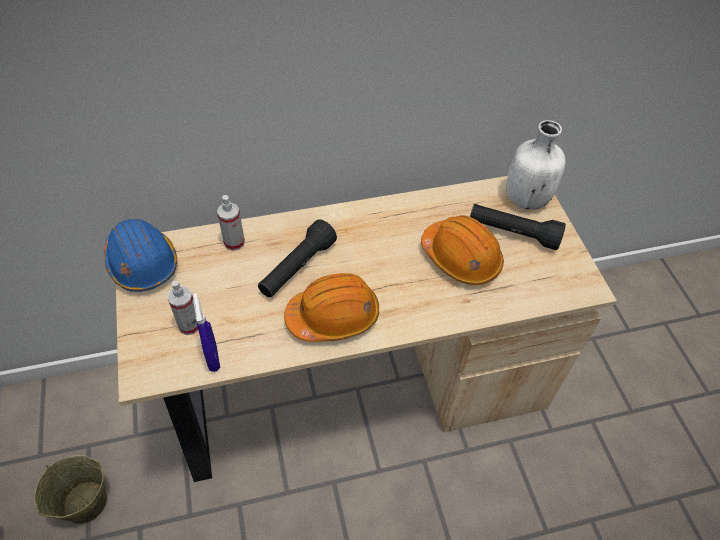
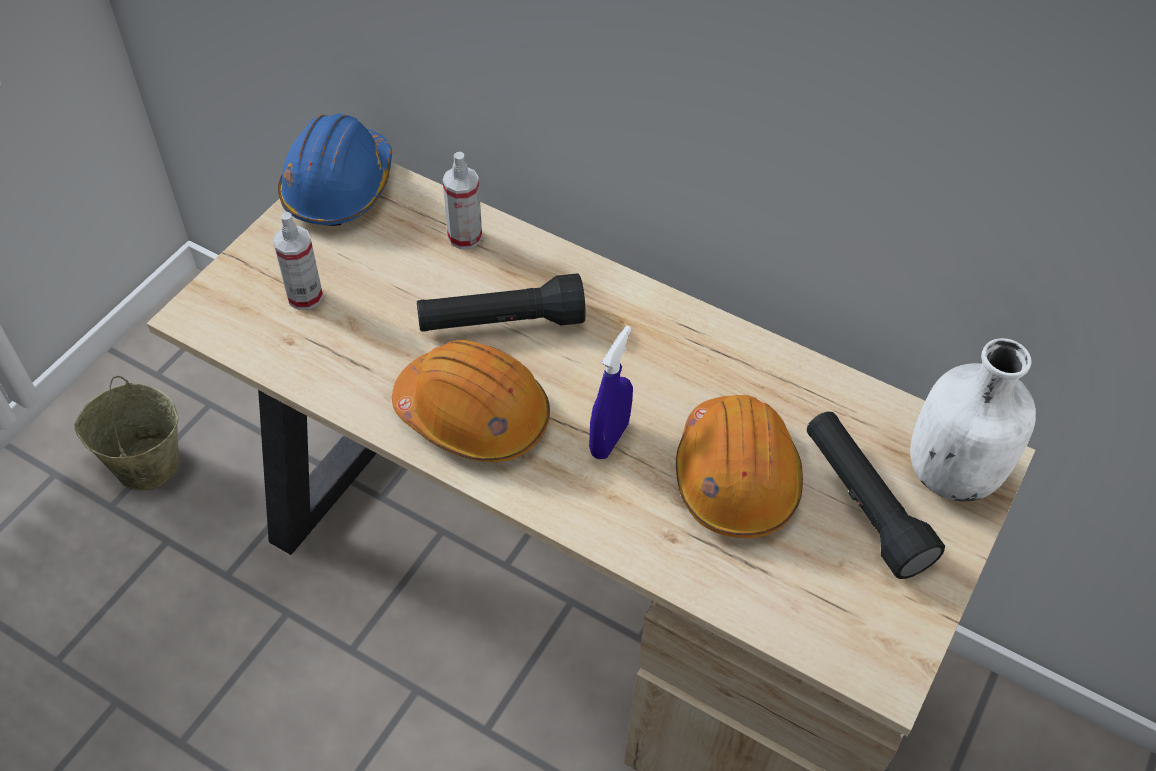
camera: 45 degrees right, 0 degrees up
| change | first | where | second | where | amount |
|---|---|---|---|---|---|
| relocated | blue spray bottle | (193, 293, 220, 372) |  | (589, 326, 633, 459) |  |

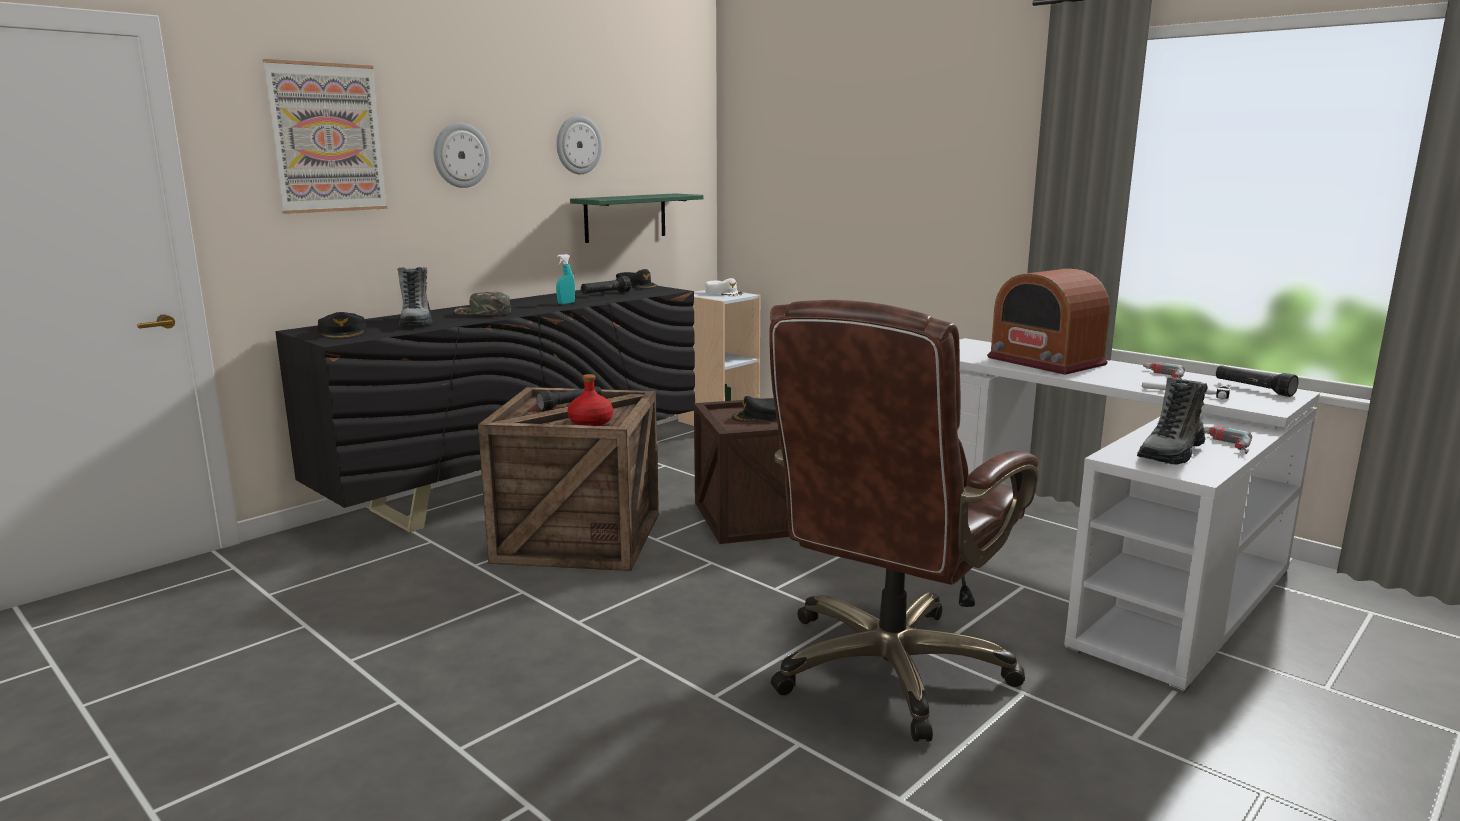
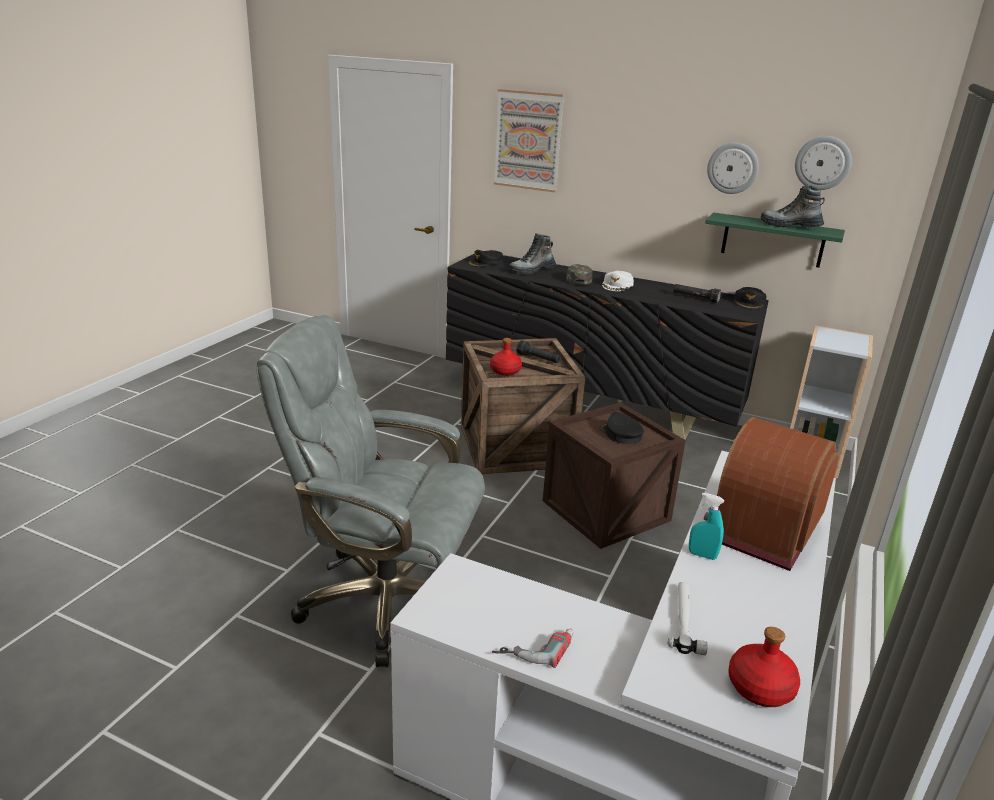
camera: 70 degrees right, 10 degrees up
| change | first | where | second | where | amount |
|---|---|---|---|---|---|
| relocated | wall clock | (434, 123, 490, 188) |  | (795, 136, 852, 190) |  |
| relocated | turquoise spray bottle | (556, 254, 575, 304) |  | (689, 493, 724, 560) |  |
| relocated | white cap | (705, 278, 743, 296) |  | (602, 271, 634, 291) |  |
| colour | brown office chair | (769, 300, 1039, 742) | grey office chair | (257, 315, 485, 667) |  |
| missing | power drill | (1143, 362, 1185, 379) |  |  |  |
| exchanged | black flashlight | (1216, 365, 1299, 397) | red bottle | (728, 627, 800, 707) |  |
| relocated | boot | (1137, 377, 1208, 464) |  | (761, 185, 825, 227) |  |

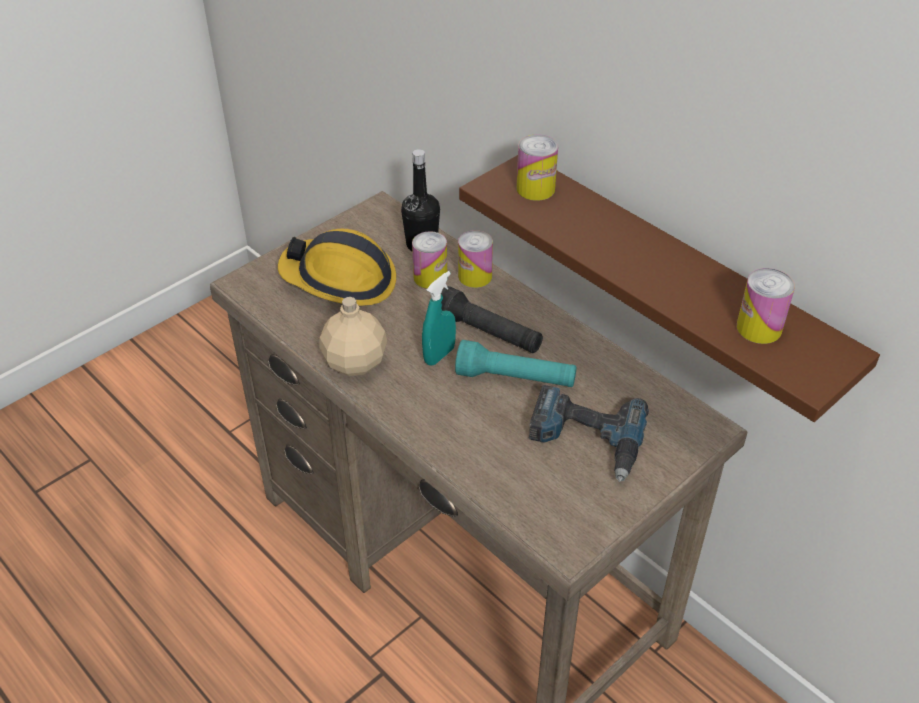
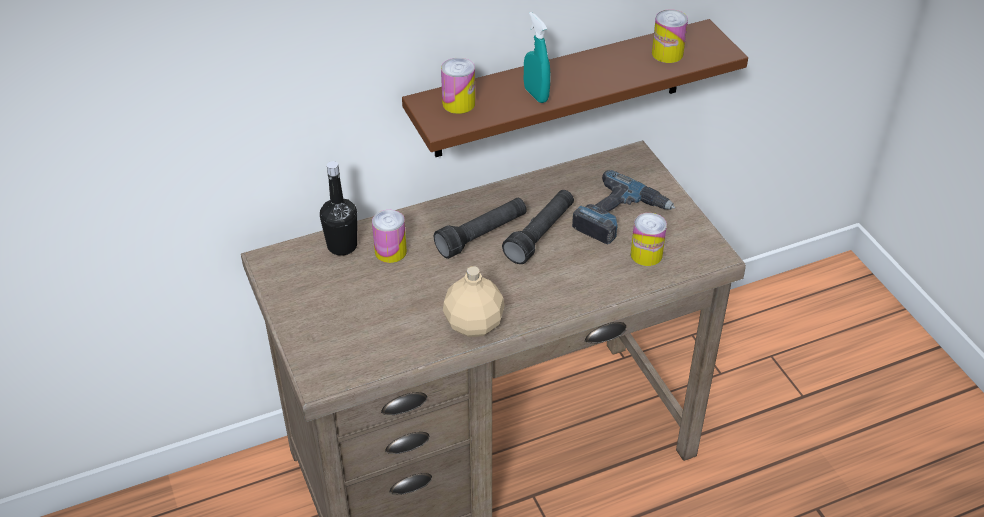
camera: 70 degrees left, 0 degrees up
| change | first | where | second | where | amount |
|---|---|---|---|---|---|
| missing | hard hat | (278, 229, 396, 306) |  |  |  |
| relocated | can | (458, 230, 493, 288) |  | (631, 213, 667, 266) |  |
| relocated | turquoise spray bottle | (422, 271, 456, 366) |  | (524, 12, 550, 103) |  |
| colour | turquoise flashlight | (455, 340, 577, 387) | black flashlight | (502, 190, 574, 264) |  |

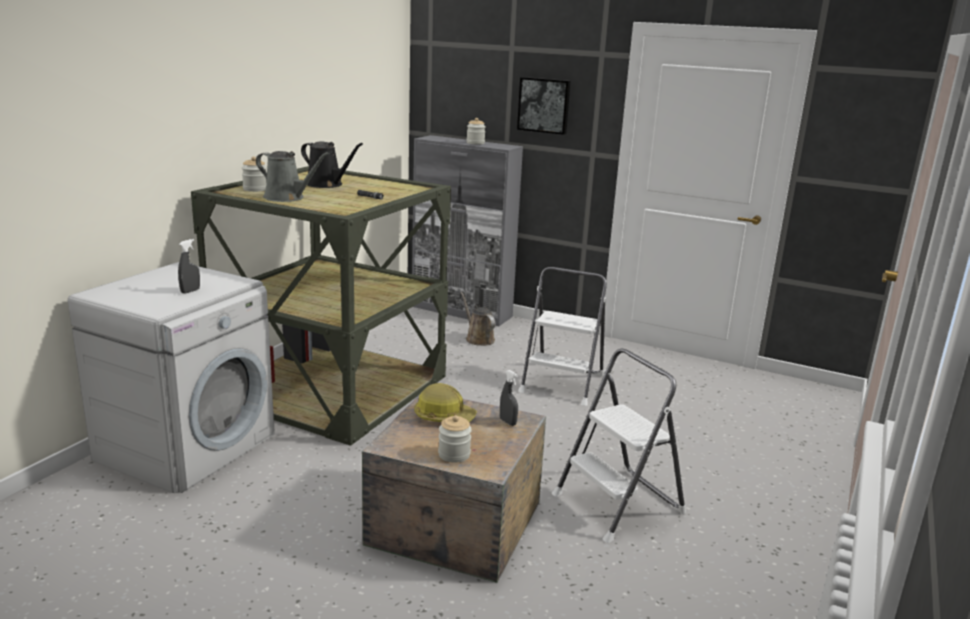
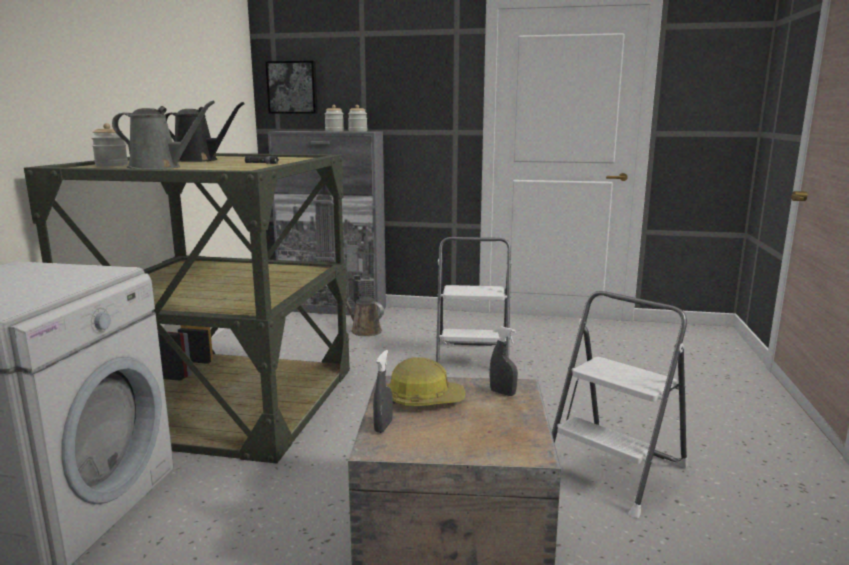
camera: 15 degrees left, 5 degrees down
| change | first | where | second | where | amount |
|---|---|---|---|---|---|
| relocated | picture | (517, 77, 570, 135) |  | (265, 61, 318, 114) |  |
| relocated | grey spray bottle | (178, 239, 200, 294) |  | (373, 350, 393, 433) |  |
| relocated | jar | (438, 415, 472, 463) |  | (348, 105, 367, 132) |  |

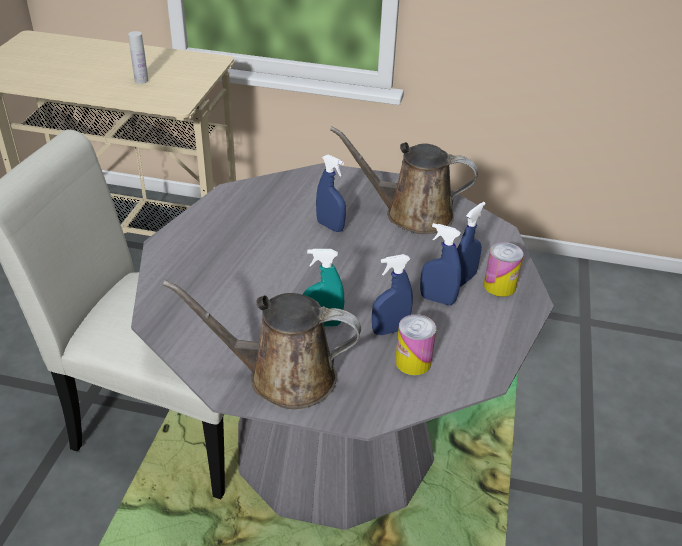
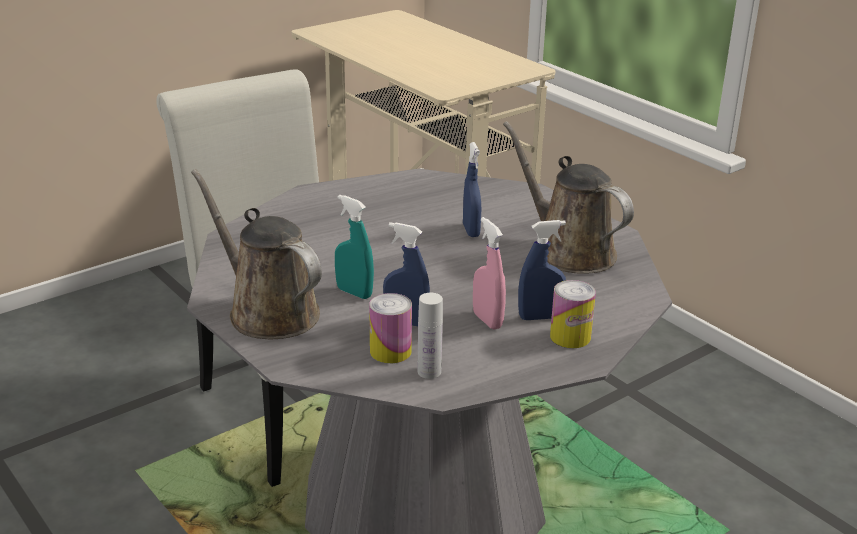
camera: 40 degrees right, 10 degrees down
| change | first | where | second | where | amount |
|---|---|---|---|---|---|
| relocated | white bottle | (128, 31, 148, 84) |  | (418, 293, 443, 379) |  |
| colour | blue spray bottle | (420, 223, 462, 305) | pink spray bottle | (473, 217, 506, 330) |  |

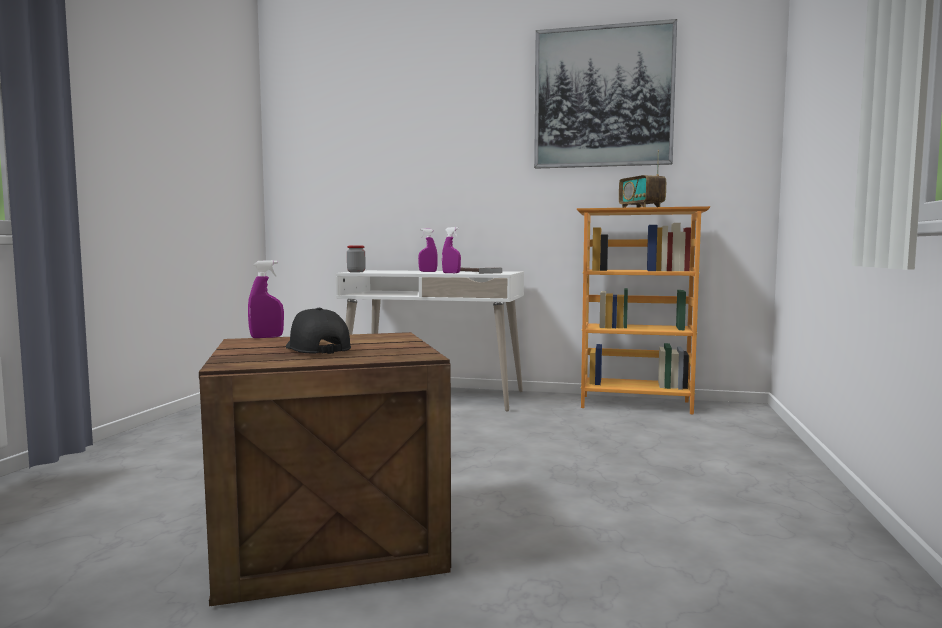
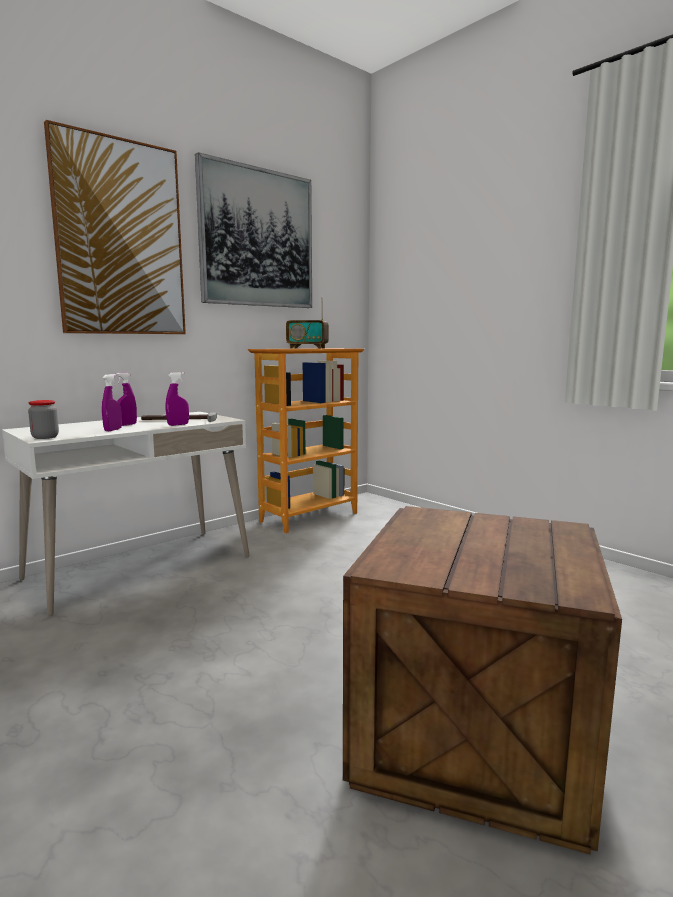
camera: 55 degrees left, 5 degrees up
| change | first | where | second | where | amount |
|---|---|---|---|---|---|
| relocated | purple spray bottle | (248, 260, 284, 338) |  | (102, 374, 122, 431) |  |
| missing | black cap | (286, 308, 351, 354) |  |  |  |
| appeared |  |  | picture | (44, 120, 186, 334) |  |

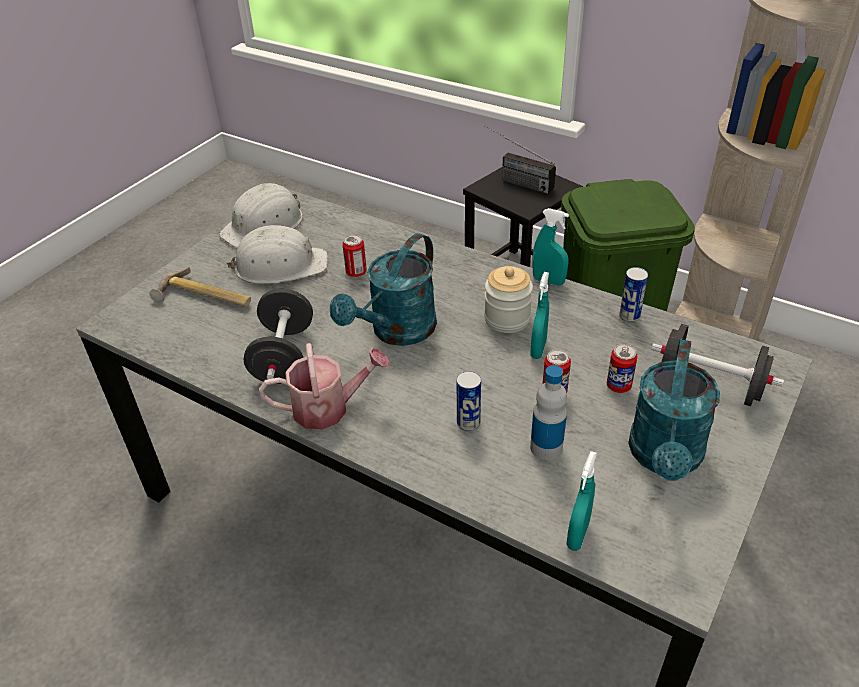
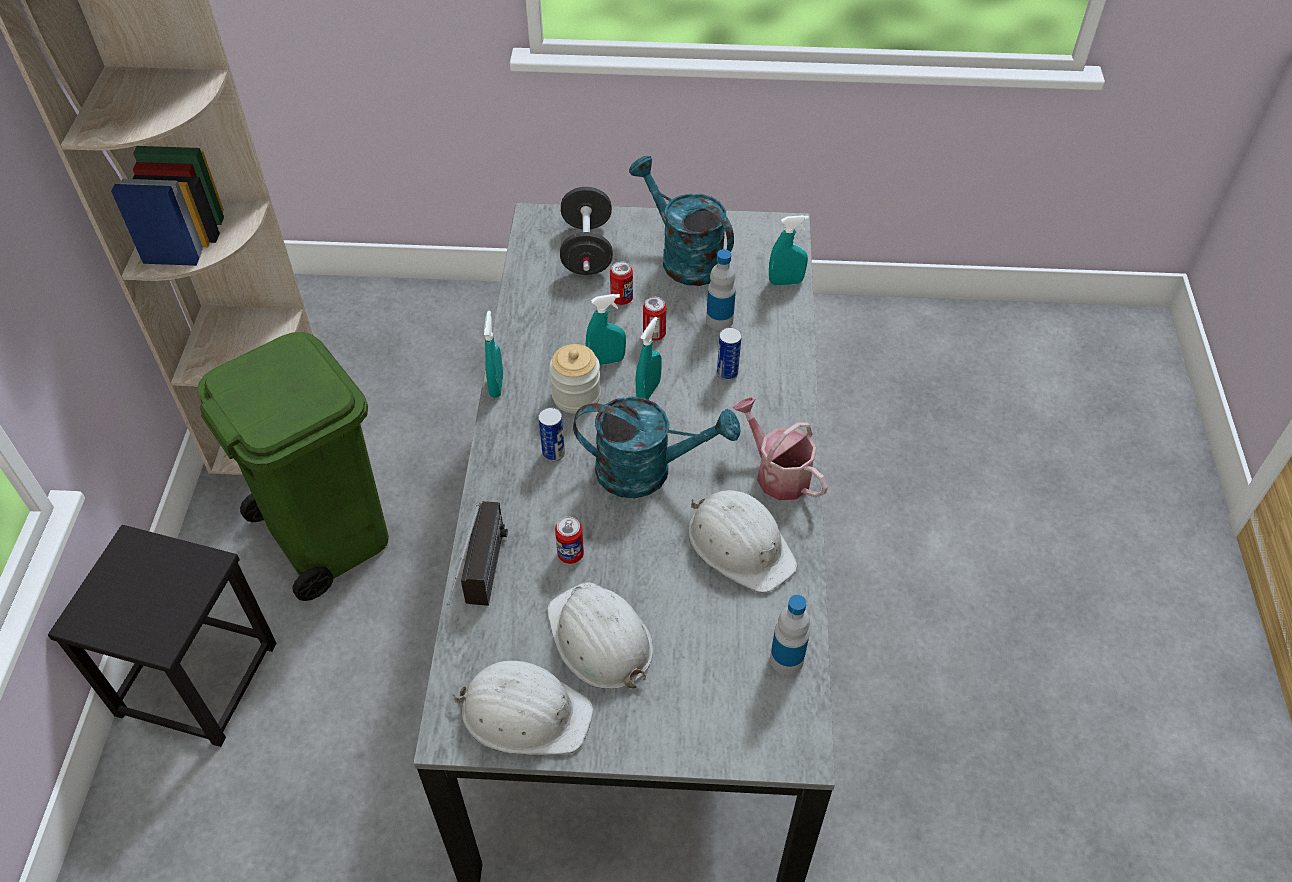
camera: 120 degrees left, 10 degrees up
| change | first | where | second | where | amount |
|---|---|---|---|---|---|
| relocated | radio | (484, 125, 556, 194) |  | (447, 501, 508, 606) |  |
| missing | hammer | (149, 267, 251, 307) |  |  |  |
| relocated | can | (619, 267, 648, 323) |  | (538, 407, 565, 462) |  |
| exchanged | black dumbbell | (244, 289, 313, 384) | white hard hat | (688, 490, 797, 593) |  |
| spun | turquoise watering can | (628, 339, 720, 481) |  | (629, 156, 734, 286) | 120 degrees counterclockwise |
| appeared |  |  | turquoise spray bottle | (636, 317, 662, 400) |  |
| appeared |  |  | bottle | (770, 595, 810, 675) |  |

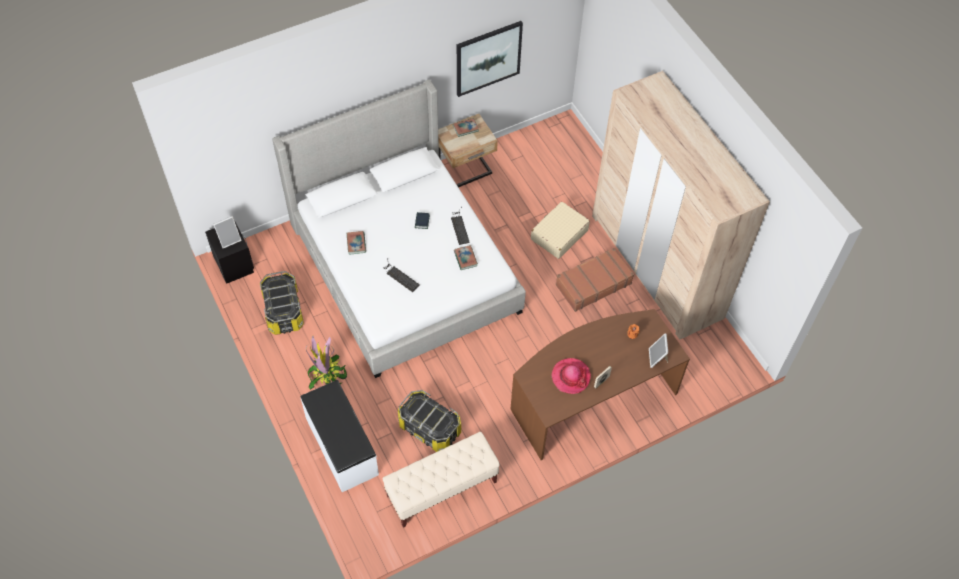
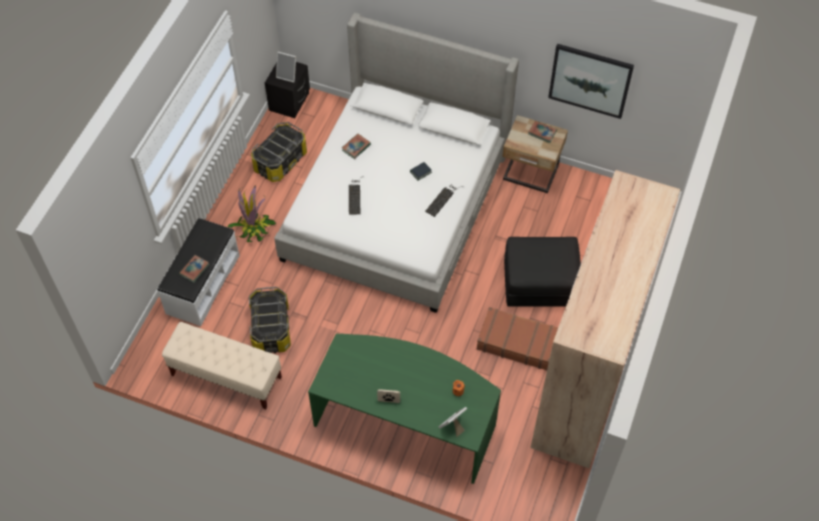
camera: 50 degrees right, 0 degrees up
| change | first | where | second | where | amount |
|---|---|---|---|---|---|
| exchanged | beige suitcase | (531, 202, 590, 259) | black ottoman | (504, 237, 581, 307) |  |
| relocated | book | (454, 245, 478, 270) |  | (179, 255, 209, 283) |  |
| colour | brown desk | (510, 309, 690, 460) | green desk | (308, 334, 501, 484) |  |
| missing | hat | (552, 358, 591, 394) |  |  |  |

